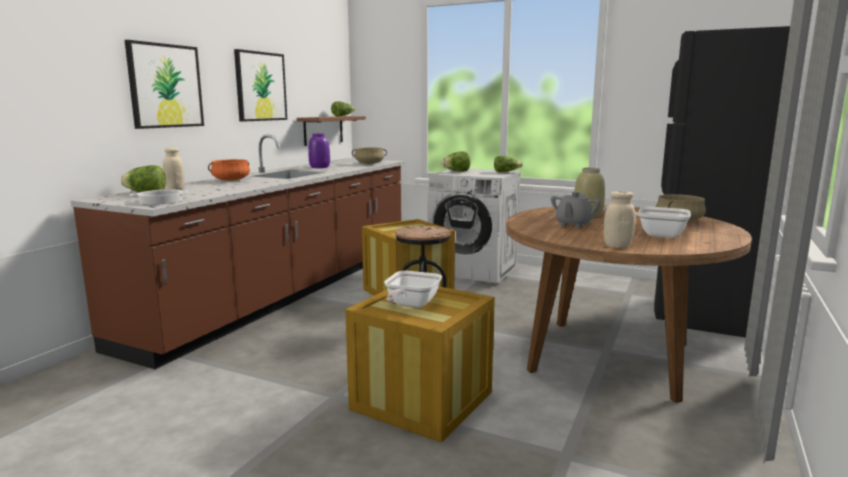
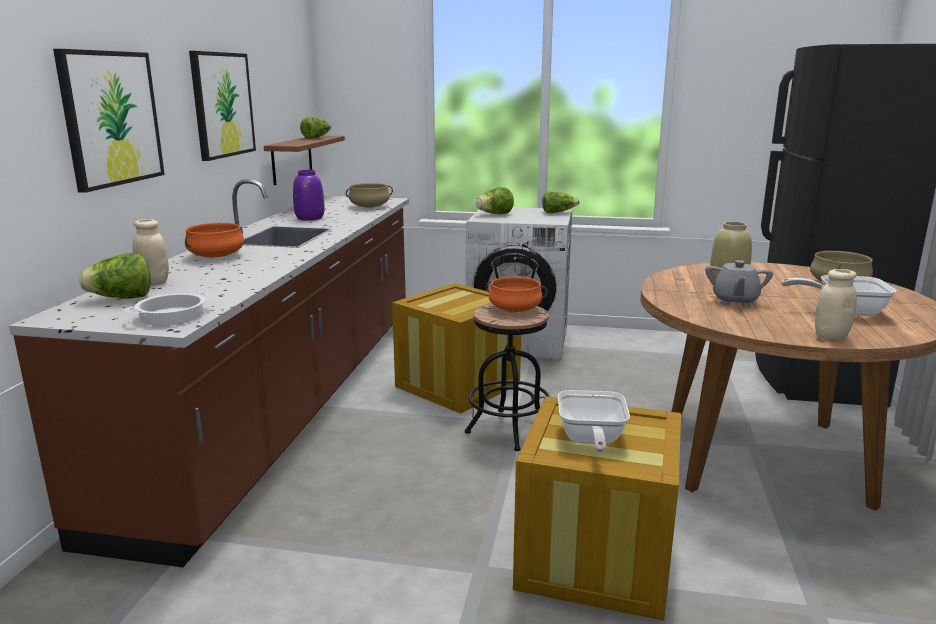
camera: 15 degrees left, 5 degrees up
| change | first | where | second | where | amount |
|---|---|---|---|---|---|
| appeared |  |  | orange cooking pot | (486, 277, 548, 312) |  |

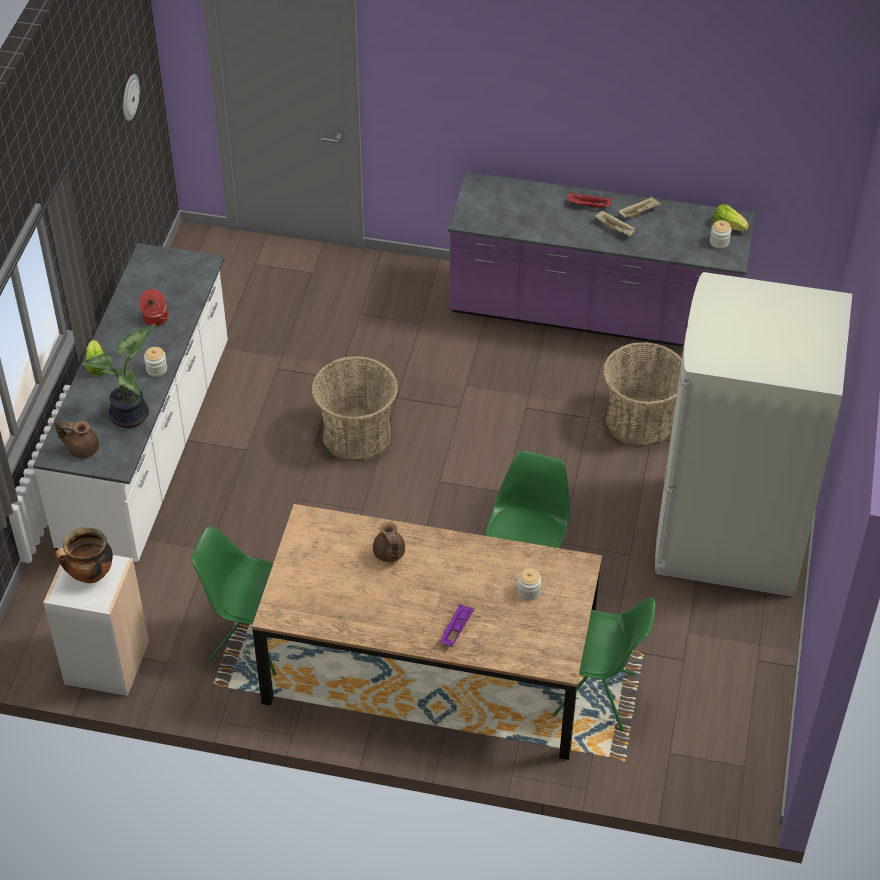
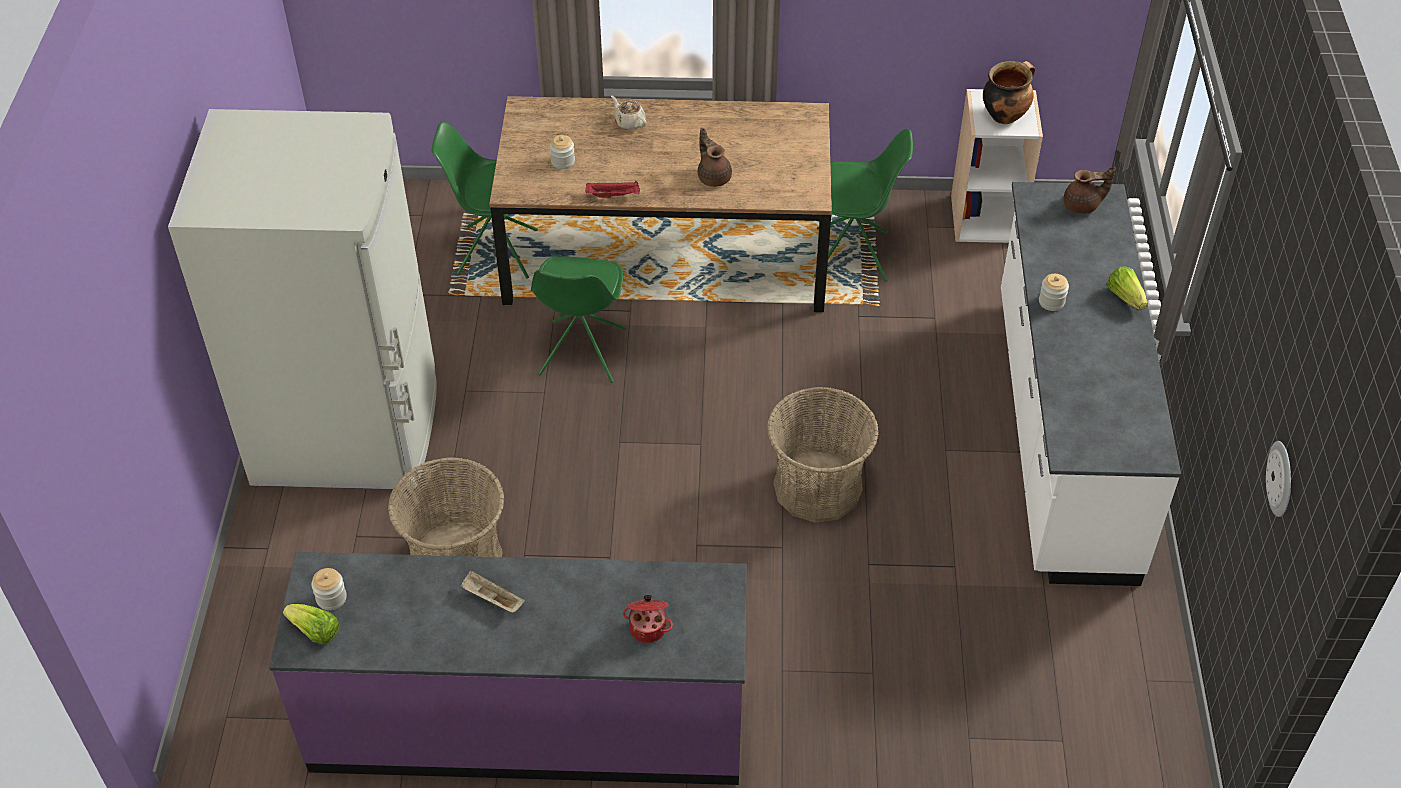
camera: 170 degrees right, 0 degrees up
| change | first | where | second | where | amount |
|---|---|---|---|---|---|
| relocated | red tray | (568, 192, 612, 208) |  | (585, 181, 640, 199) |  |
| missing | beige tray | (619, 196, 661, 218) |  |  |  |
| relocated | cooking pot | (139, 289, 170, 326) |  | (623, 595, 673, 643) |  |
| missing | potted plant | (82, 324, 156, 428) |  |  |  |
| exchanged | purple tray | (440, 605, 475, 647) | beige teapot | (611, 96, 647, 130) |  |

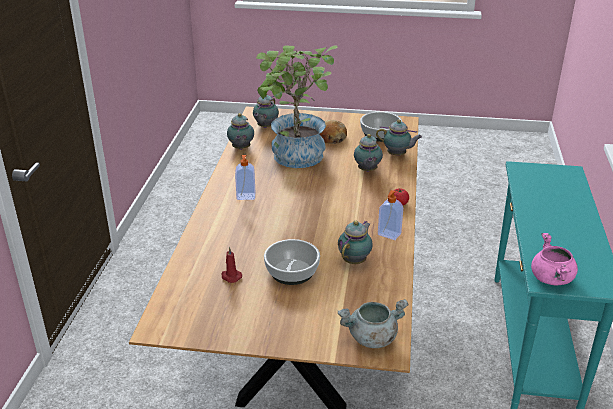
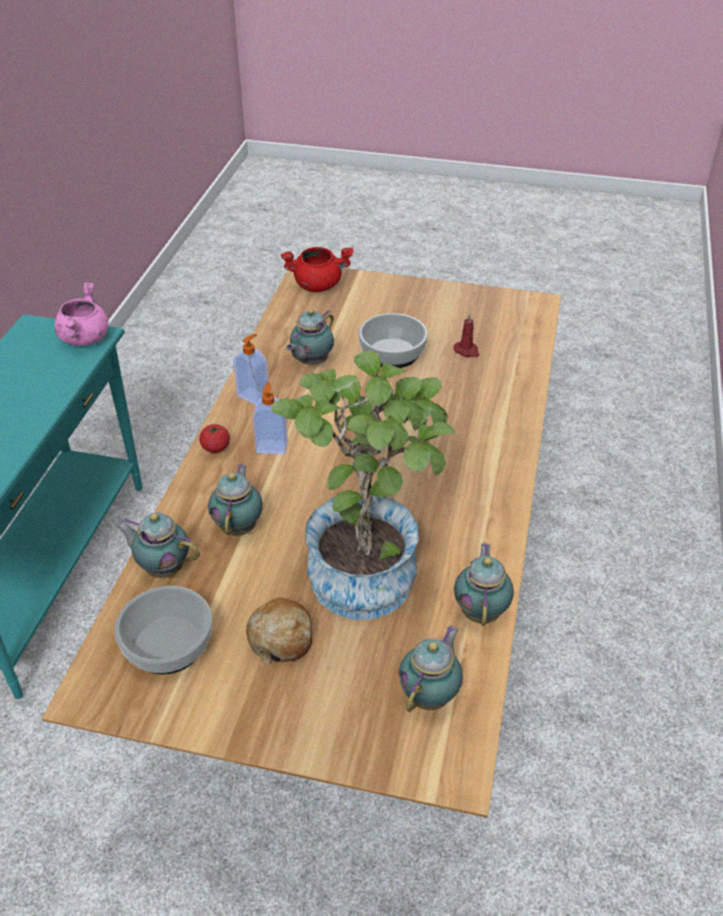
camera: 175 degrees left, 10 degrees up
| change | first | where | second | where | amount |
|---|---|---|---|---|---|
| relocated | soap dispenser | (235, 155, 255, 200) |  | (253, 382, 288, 454) |  |
| colour | grey cooking pot | (337, 299, 408, 348) | red cooking pot | (281, 247, 354, 292) |  |

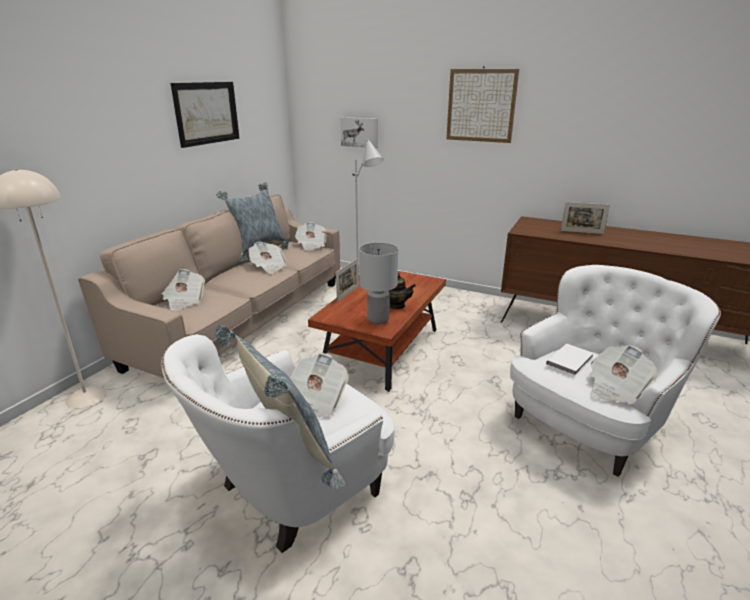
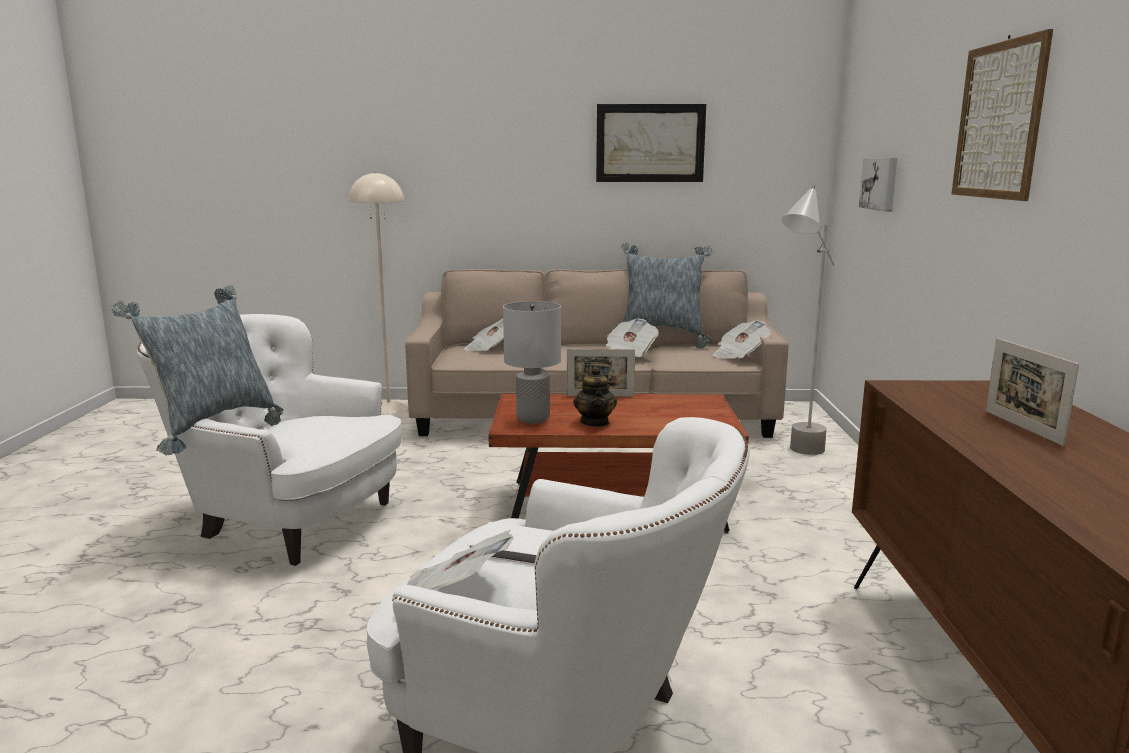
camera: 65 degrees right, 10 degrees down
| change | first | where | second | where | amount |
|---|---|---|---|---|---|
| missing | newspaper | (289, 353, 349, 418) |  |  |  |

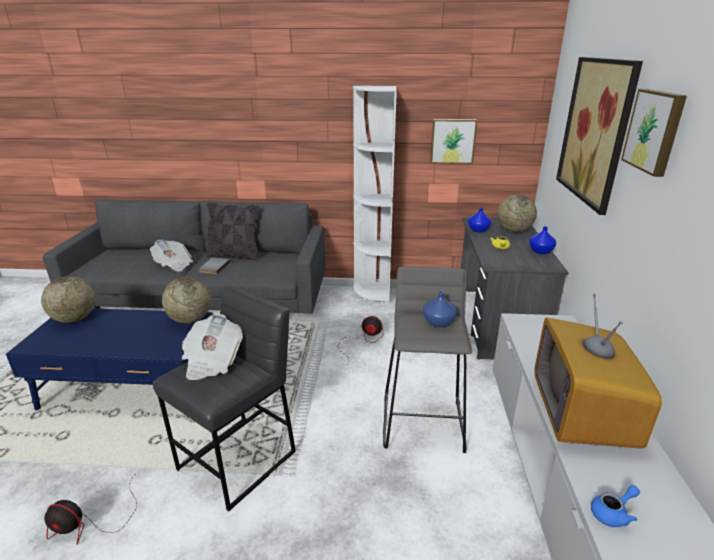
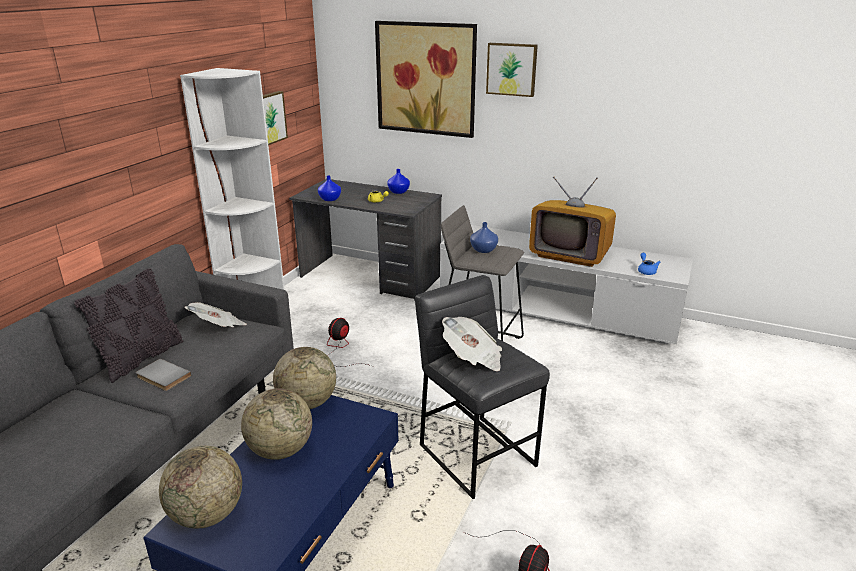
camera: 70 degrees left, 0 degrees up
| change | first | where | second | where | amount |
|---|---|---|---|---|---|
| relocated | globe | (497, 194, 537, 233) |  | (241, 388, 312, 460) |  |
| relocated | newspaper | (150, 240, 193, 272) |  | (184, 302, 247, 327) |  |

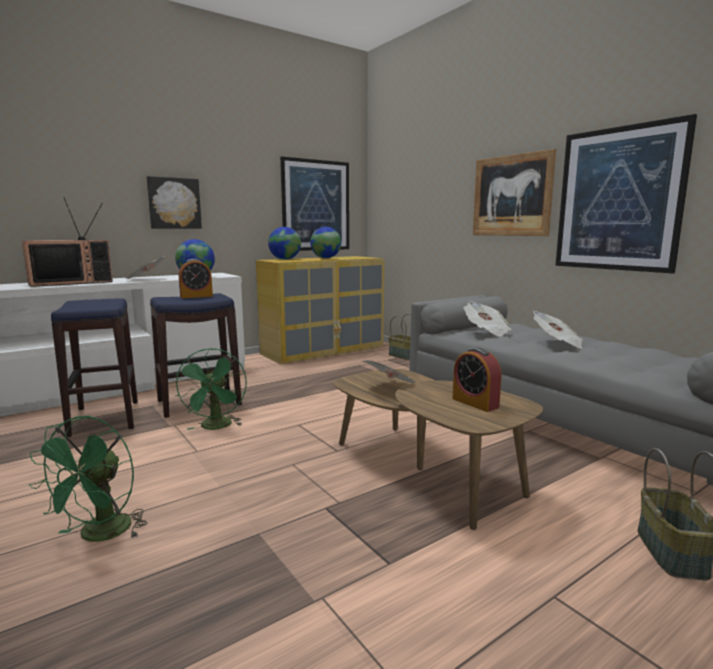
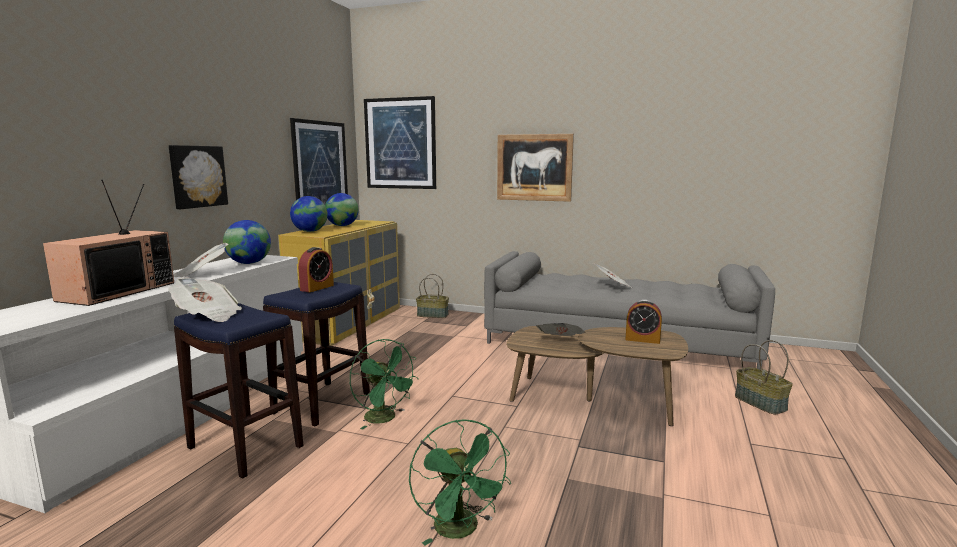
camera: 35 degrees left, 0 degrees up
| change | first | where | second | where | amount |
|---|---|---|---|---|---|
| relocated | picture | (556, 114, 697, 273) |  | (364, 96, 436, 189) |  |
| relocated | newspaper | (463, 301, 512, 336) |  | (168, 277, 242, 322) |  |

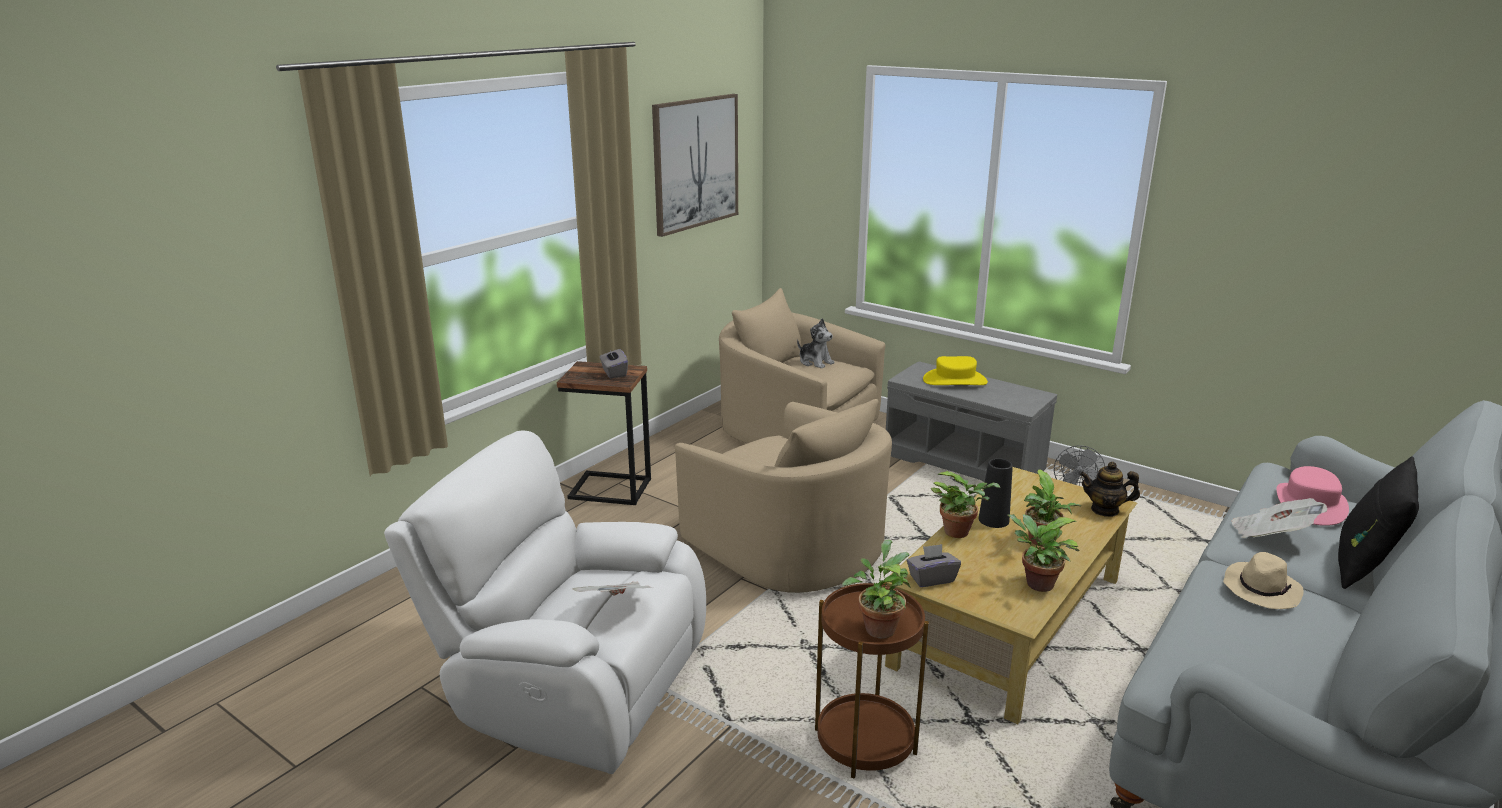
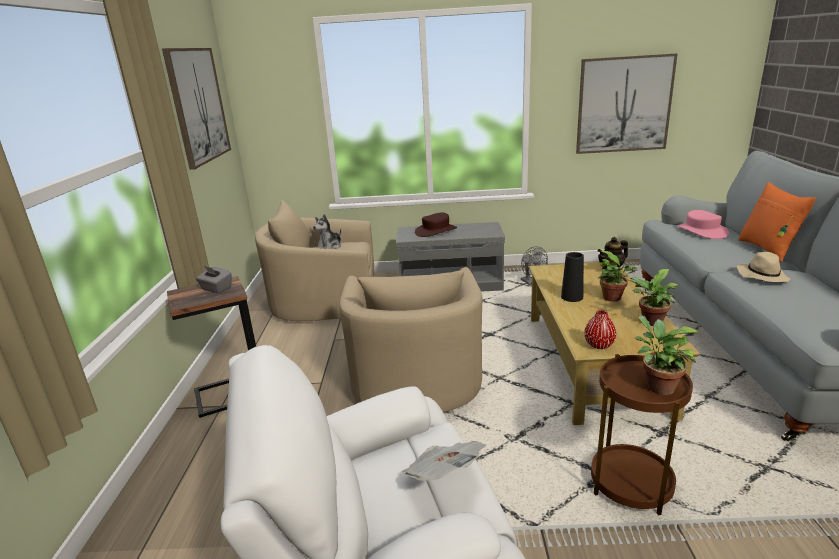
camera: 35 degrees left, 0 degrees up
| change | first | where | second | where | amount |
|---|---|---|---|---|---|
| spun | plush toy | (797, 319, 834, 368) |  | (313, 214, 341, 249) | 120 degrees clockwise |
| colour | yellow hat | (923, 356, 988, 385) | brown hat | (415, 212, 457, 237) |  |
| spun | beige armchair | (675, 399, 892, 593) |  | (339, 267, 482, 412) | 75 degrees clockwise |
| colour | black pillow | (1338, 456, 1419, 589) | orange pillow | (738, 182, 816, 262) |  |
| missing | potted plant | (931, 471, 1000, 538) |  |  |  |
| missing | newspaper | (1231, 498, 1327, 538) |  |  |  |
| exchanged | grey tissue box | (907, 544, 961, 587) | red vase | (584, 310, 616, 349) |  |
| appeared |  |  | picture | (576, 54, 677, 154) |  |

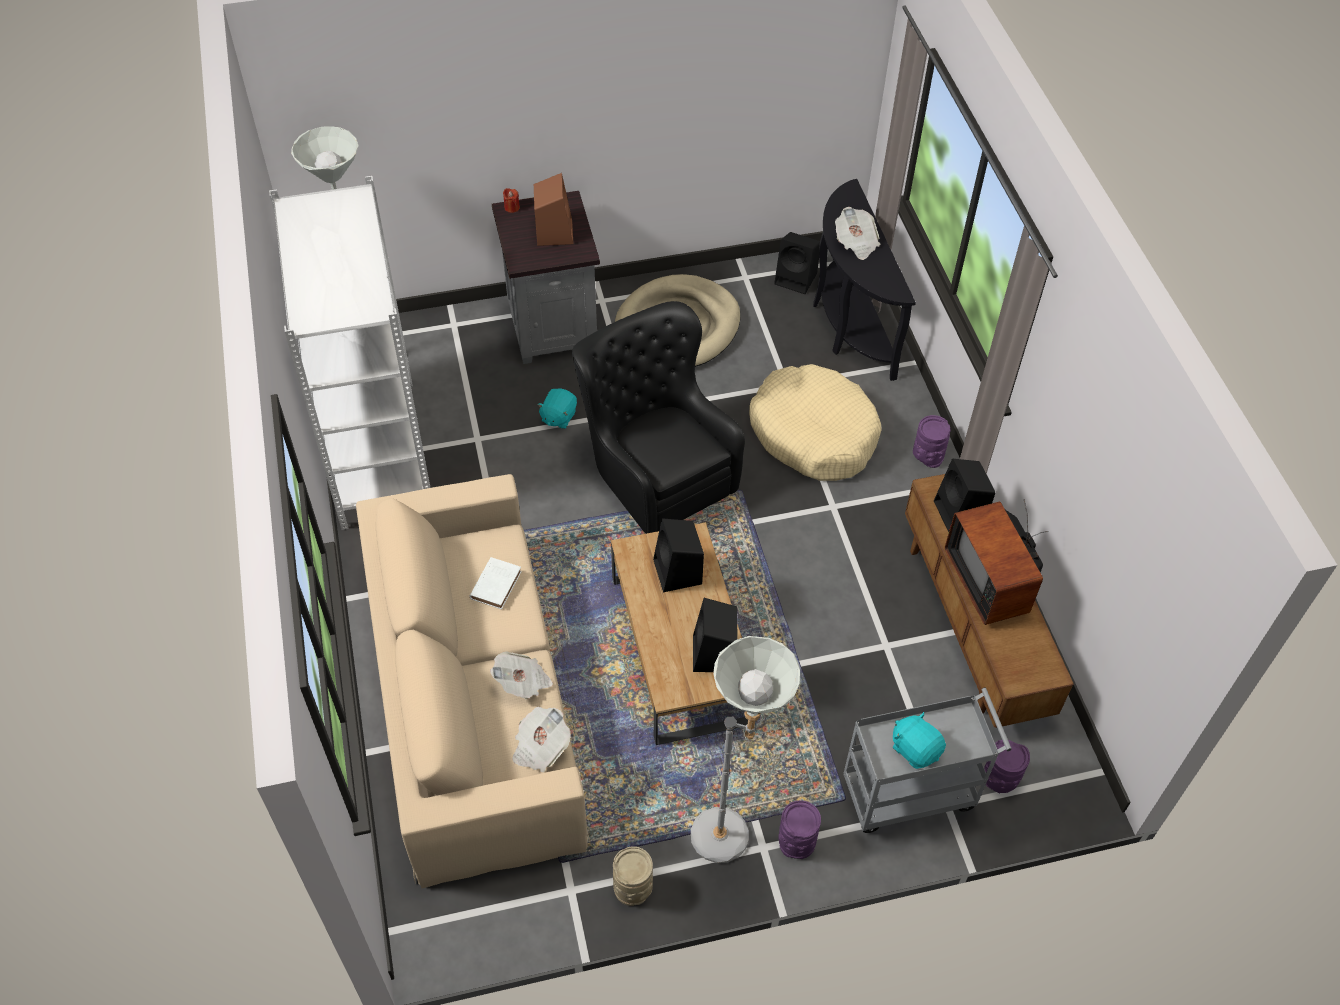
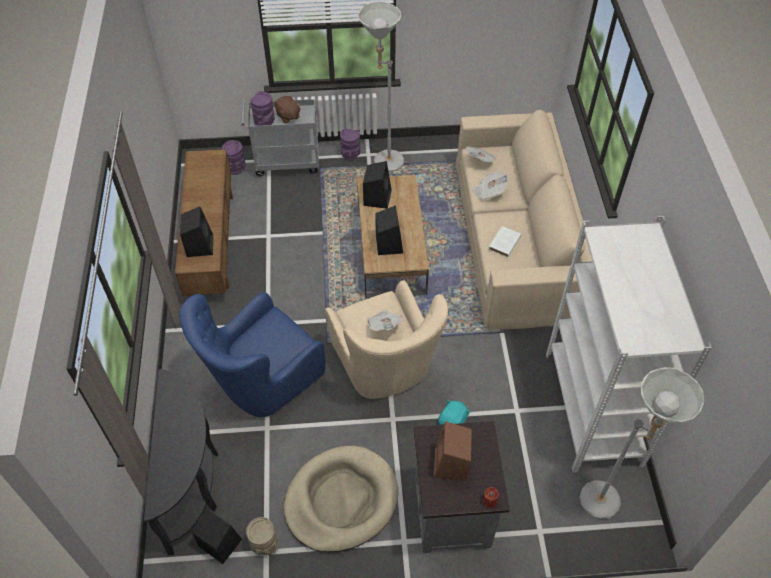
camera: 170 degrees left, 0 degrees up
| change | first | where | second | where | amount |
|---|---|---|---|---|---|
| relocated | newspaper | (835, 207, 880, 260) |  | (367, 310, 402, 331) |  |
| colour | black armchair | (572, 301, 745, 534) | beige armchair | (325, 280, 448, 399) |  |
| exchanged | beige dog bed | (749, 364, 882, 481) | blue armchair | (180, 292, 326, 417) |  |
| relocated | purple vase | (913, 415, 951, 468) |  | (250, 91, 275, 126) |  |
| missing | television | (945, 499, 1049, 625) |  |  |  |
| colour | turquoise plush toy | (893, 712, 946, 769) | brown plush toy | (275, 96, 300, 123) |  |
| relocated | beige vase | (613, 846, 653, 906) |  | (246, 517, 278, 555) |  |

